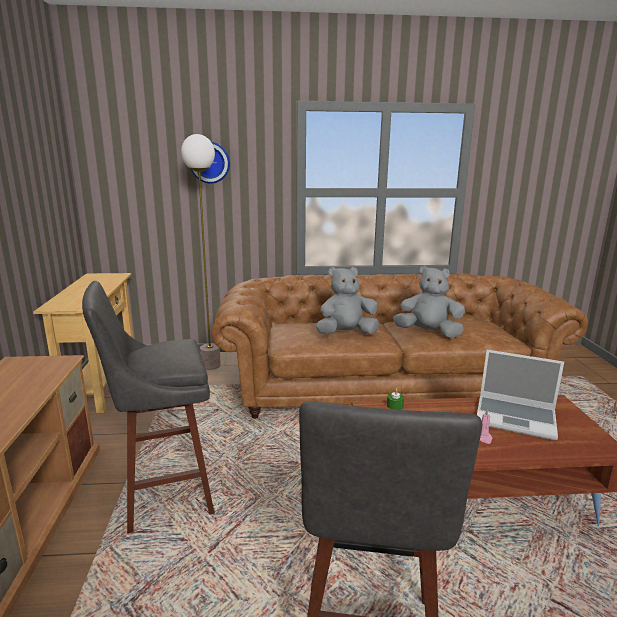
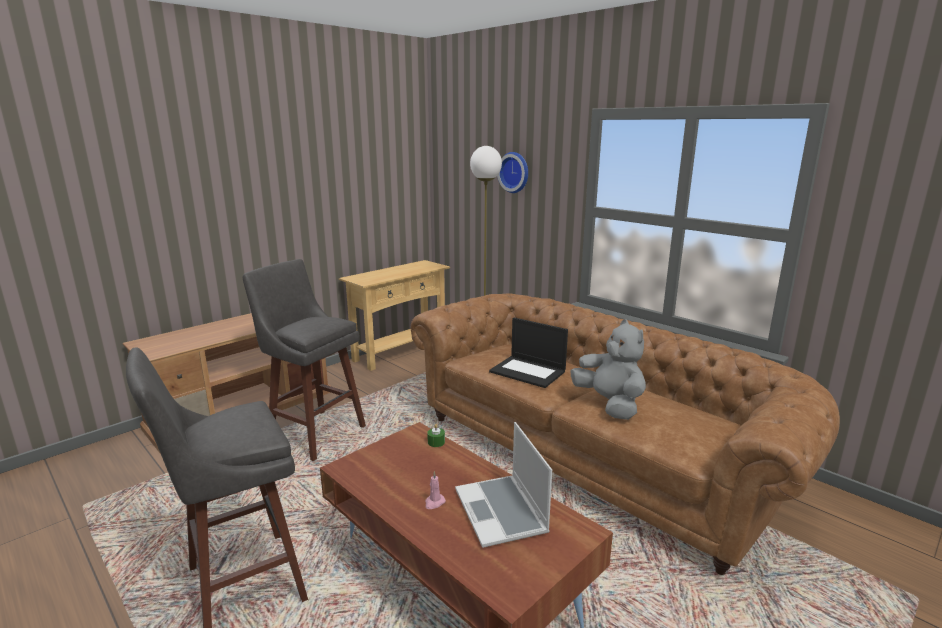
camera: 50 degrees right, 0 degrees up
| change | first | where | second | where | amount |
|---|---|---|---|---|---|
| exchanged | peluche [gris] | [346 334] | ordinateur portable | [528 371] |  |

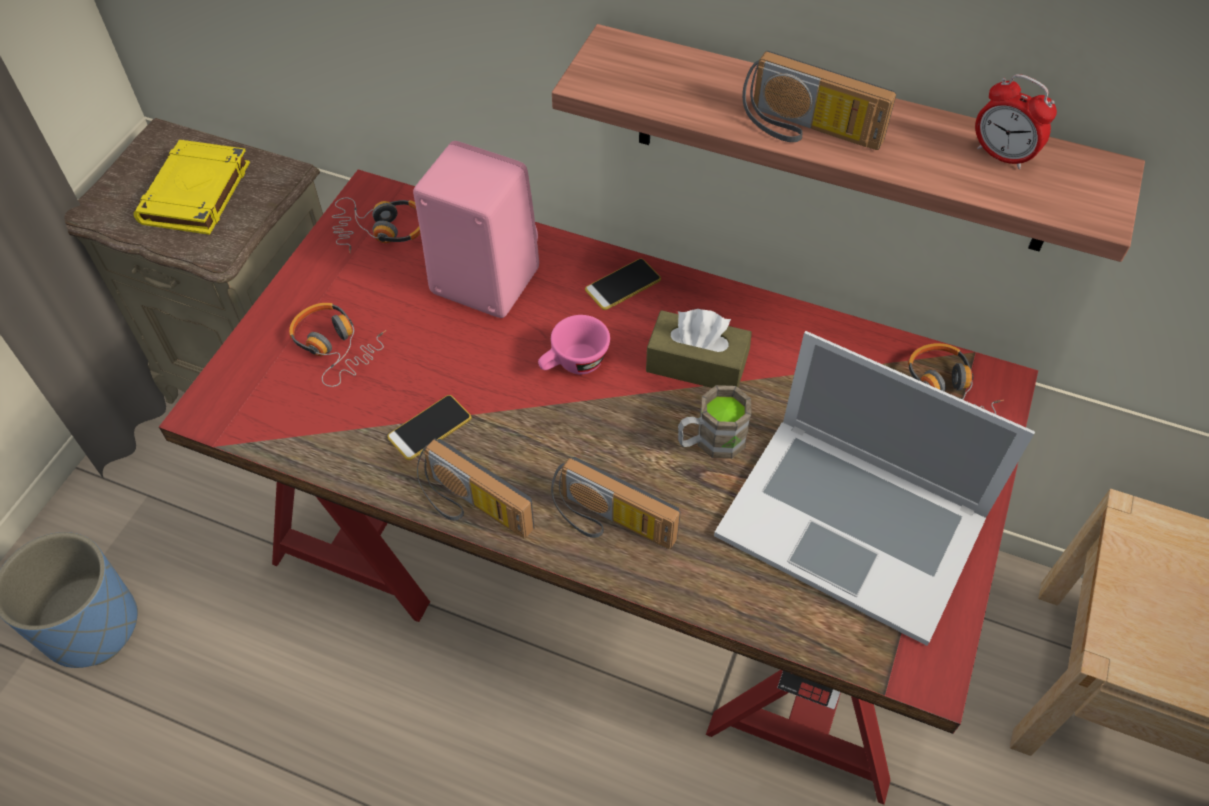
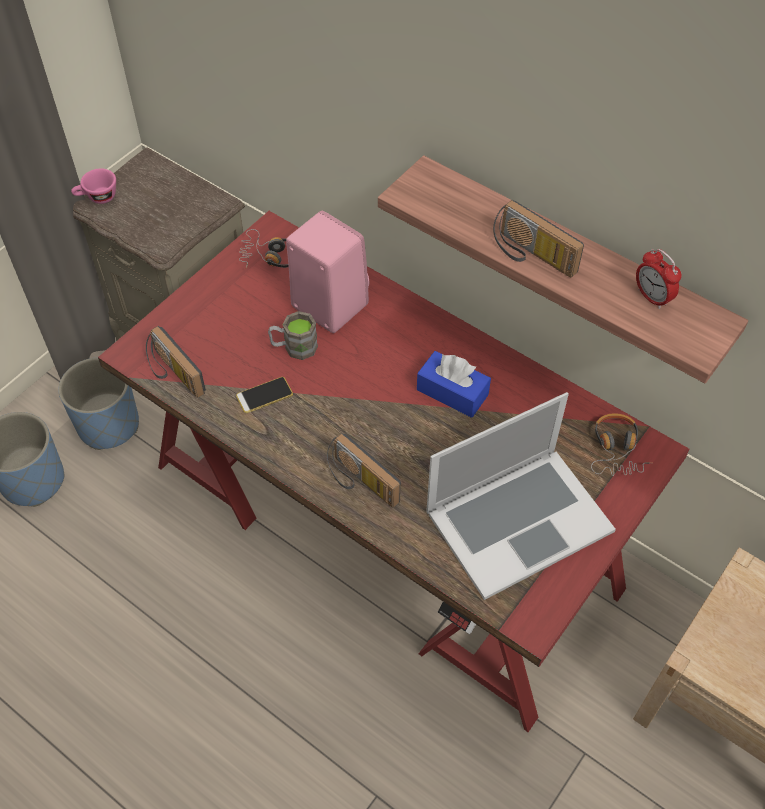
camera: 15 degrees right, 0 degrees up
| change | first | where | second | where | amount |
|---|---|---|---|---|---|
| missing | livre [jaune] | [196 194] |  |  |  |
| missing | casque audio | [336 347] |  |  |  |
| missing | téléphone | [623 285] |  |  |  |
| appeared |  |  | cache-pot [bleu] | [109 425] |  |
| relocated | radio | [471 508] |  | [172 374] |  |
| relocated | tasse [rose] | [573 364] |  | [97 198] |  |
| relocated | mug [marron] | [710 441] |  | [294 347] |  |
| colour | boîte à mouchoirs [marron] | [696 364] | boîte à mouchoirs [bleu] | [452 392] |  |
| spun | ordinateur portable | [852 524] |  | [518 520] | 75 degrees counterclockwise |

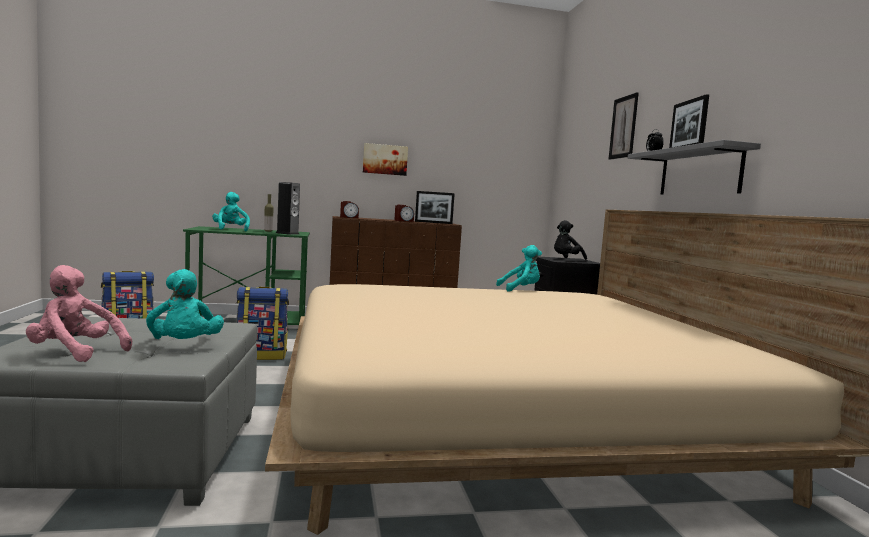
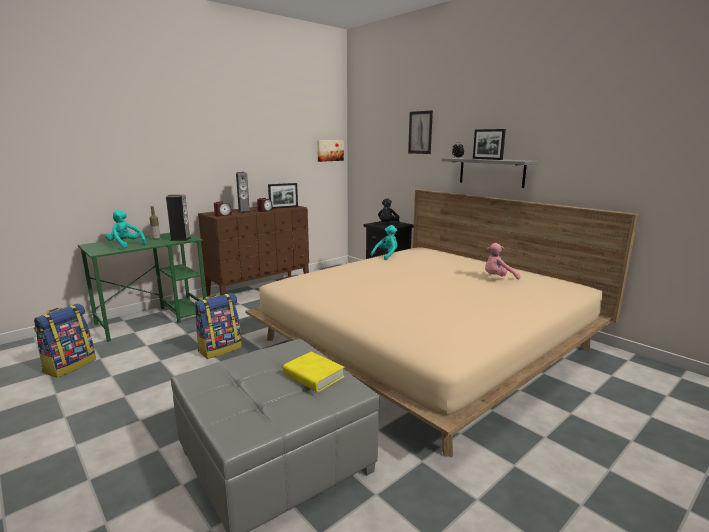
camera: 30 degrees left, 10 degrees up
| change | first | where | second | where | amount |
|---|---|---|---|---|---|
| appeared |  |  | enceinte | [244 211] |  |
| relocated | peluche [rose] | [75 353] |  | [498 278] |  |
| relocated | tableau | [385 159] |  | [329 150] |  |
| exchanged | peluche [turquoise] | [184 346] | livre [jaune] | [313 376] |  |

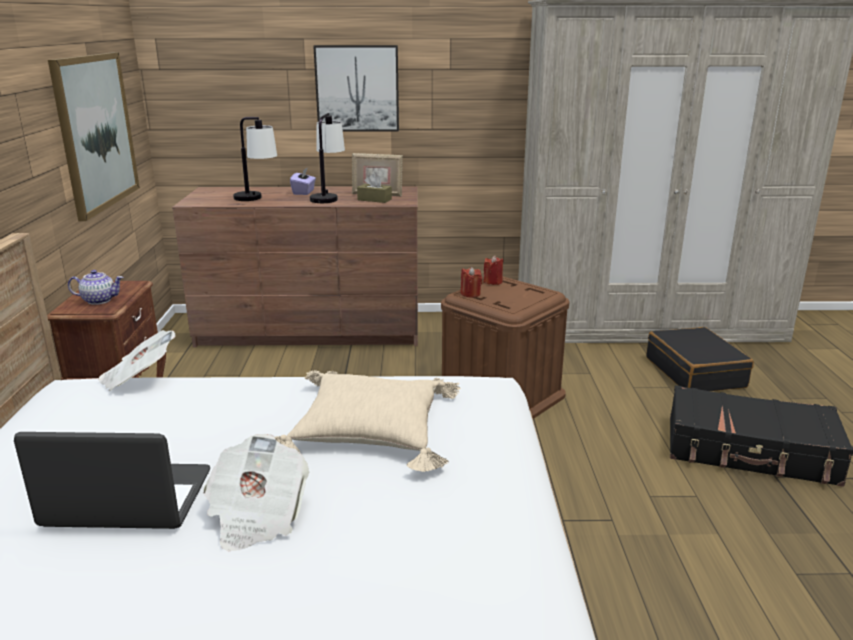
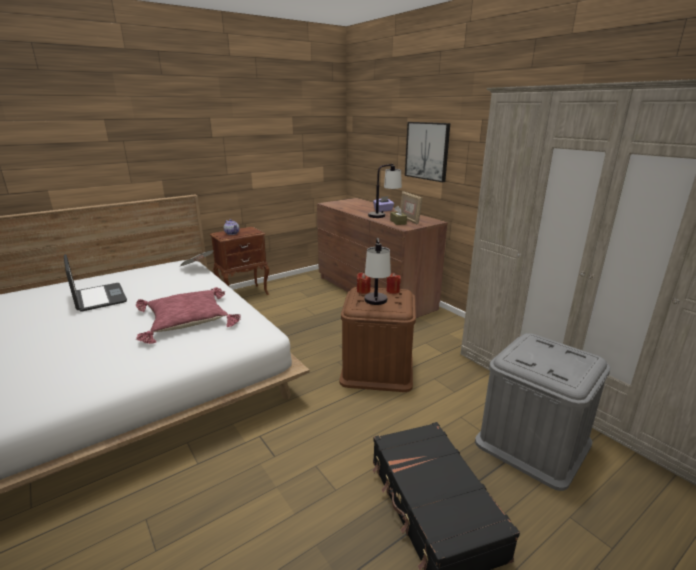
camera: 55 degrees right, 0 degrees up
| change | first | where | second | where | amount |
|---|---|---|---|---|---|
| missing | tableau | [96 132] |  |  |  |
| missing | journal | [257 515] |  |  |  |
| relocated | lampe de table | [257 200] |  | [376 305] |  |
| exchanged | valise [noir] | [695 372] | boîte de rangement [gris] | [532 442] |  |
| colour | coussin [beige] | [369 425] | coussin [rouge] | [186 318] |  |

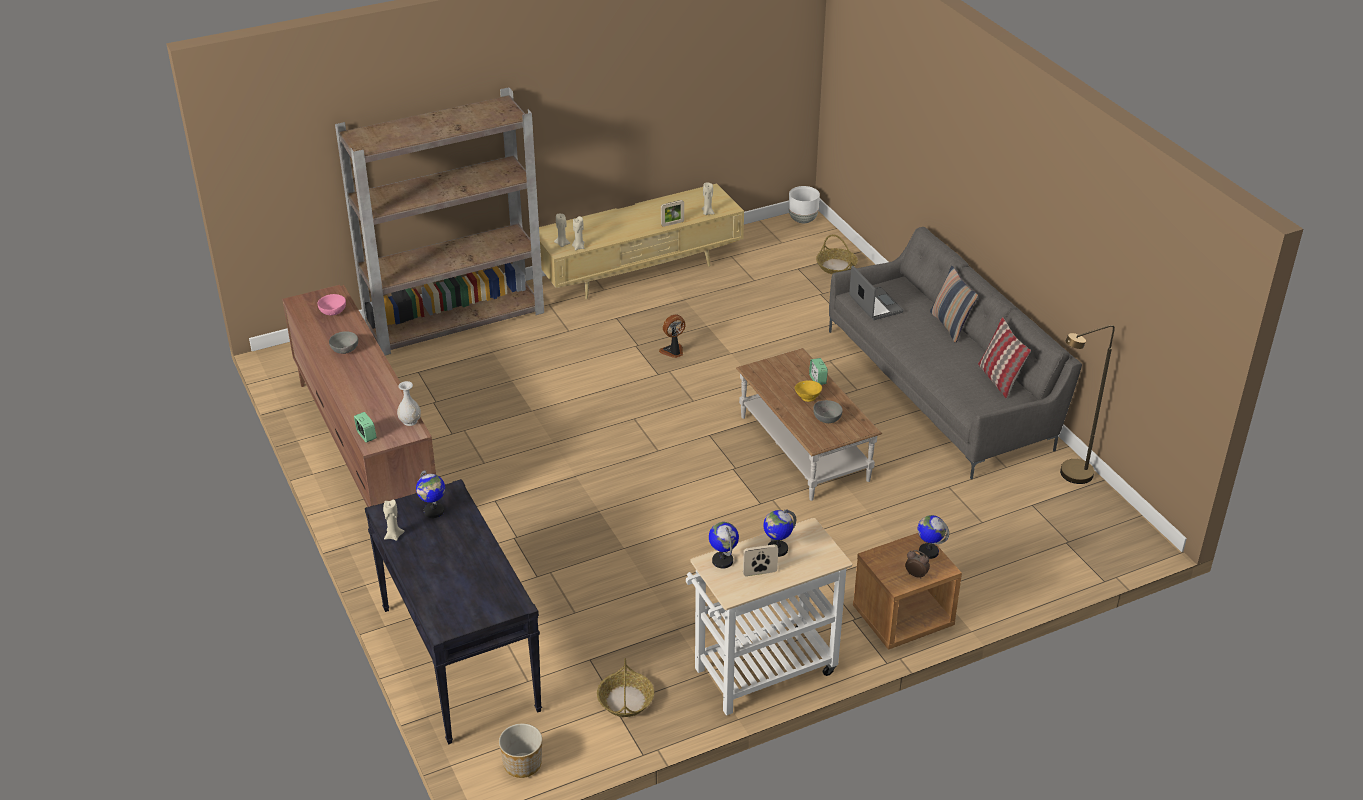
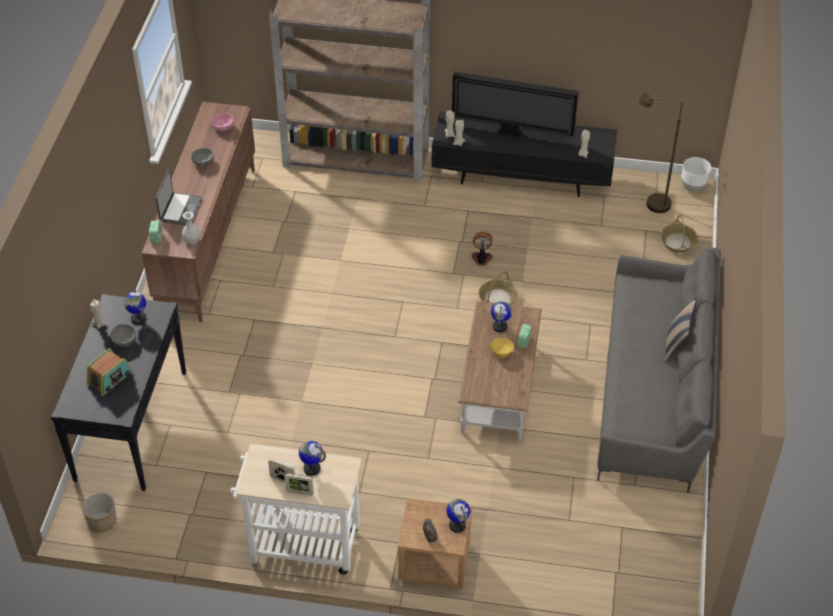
camera: 35 degrees right, 10 degrees up
| change | first | where | second | where | amount |
|---|---|---|---|---|---|
| missing | coussin | [999 379] |  |  |  |
| appeared |  |  | radio | [110 378] |  |
| appeared |  |  | téléviseur | [511 134] |  |
| relocated | panier | [625 700] |  | [497 298] |  |
| relocated | cadre photo | [672 223] |  | [300 492] |  |
| relocated | globe | [722 561] |  | [500 326] |  |
| relocated | bol [gris] | [827 418] |  | [125 341] |  |
| relocated | ordinateur portable | [874 305] |  | [180 209] |  |
| relocated | lampadaire [marron] | [1069 477] |  | [651 204] |  |
| colour | meuble télé [beige] | [638 270] | meuble télé [noir] | [522 176] |  |

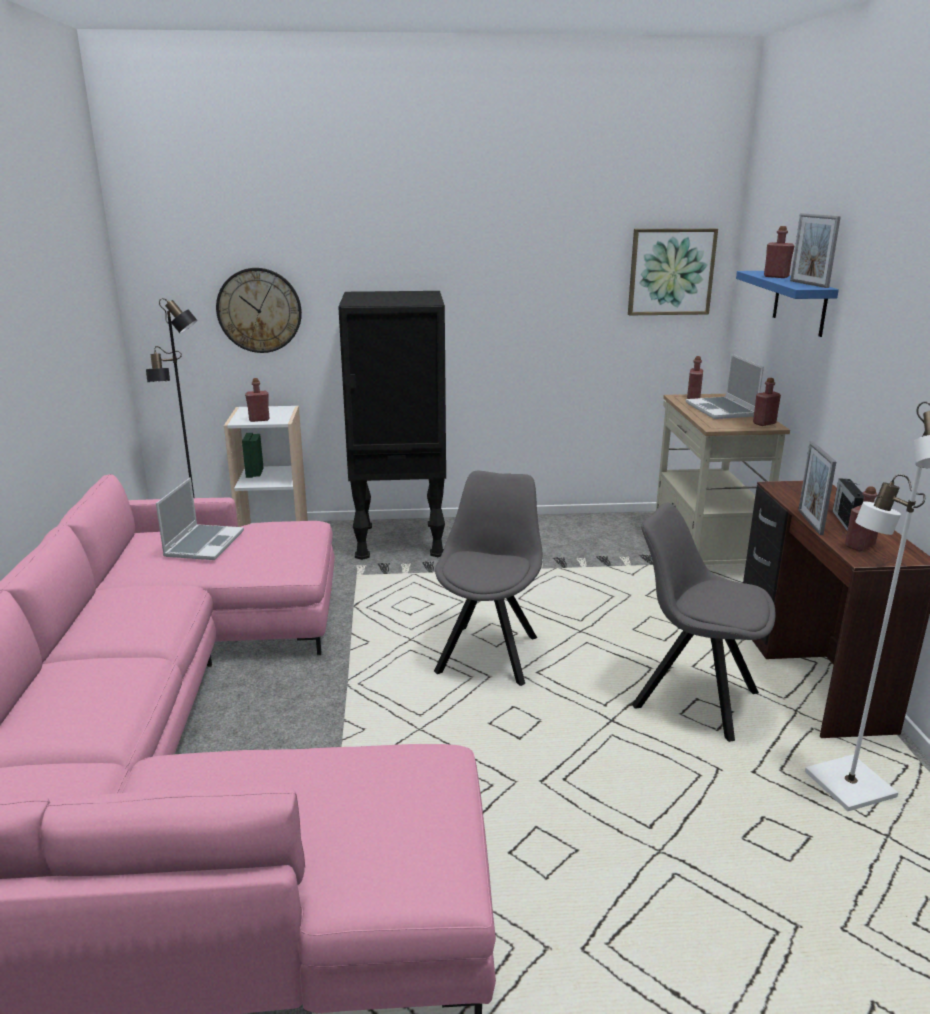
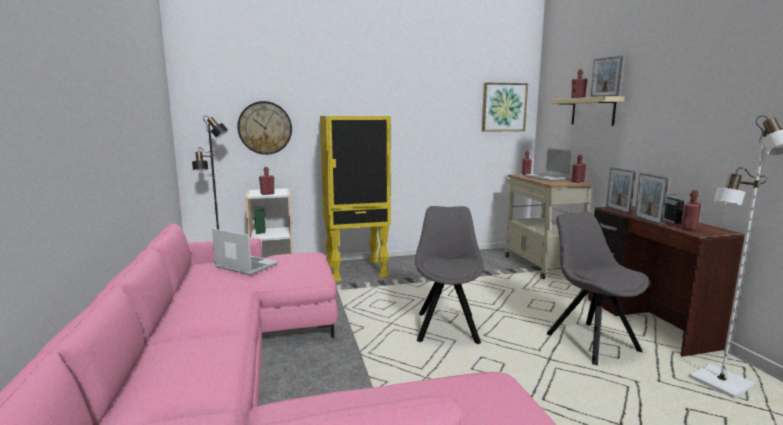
camera: 10 degrees left, 10 degrees down
| change | first | where | second | where | amount |
|---|---|---|---|---|---|
| appeared |  |  | cadre photo | [617 210] |  |
| colour | meuble de rangement [noir] | [401 540] | meuble de rangement [jaune] | [357 270] |  |
| colour | étagère [bleu] | [800 303] | étagère [beige] | [592 111] |  |
| spun | ordinateur portable | [204 543] |  | [245 266] | 60 degrees counterclockwise |
| spun | chaise [gris] | [694 700] |  | [591 342] | 45 degrees clockwise |

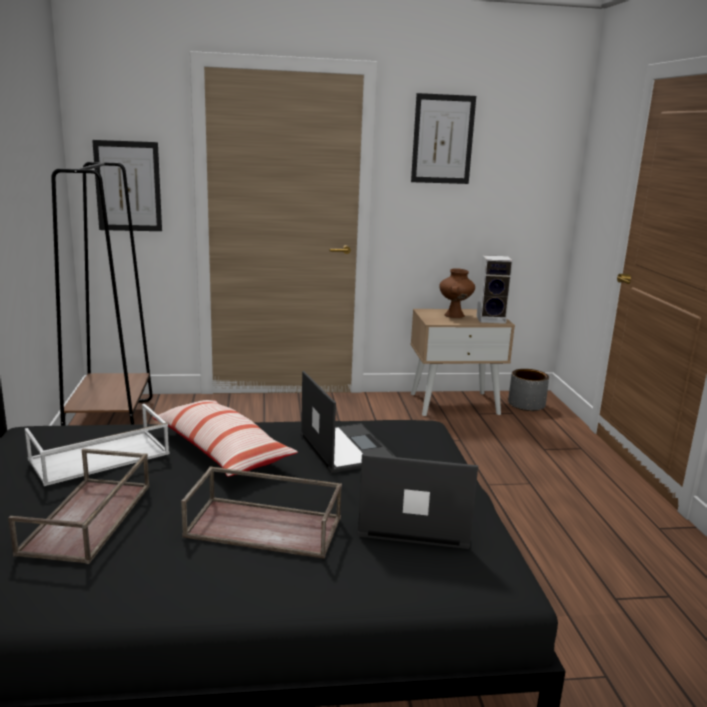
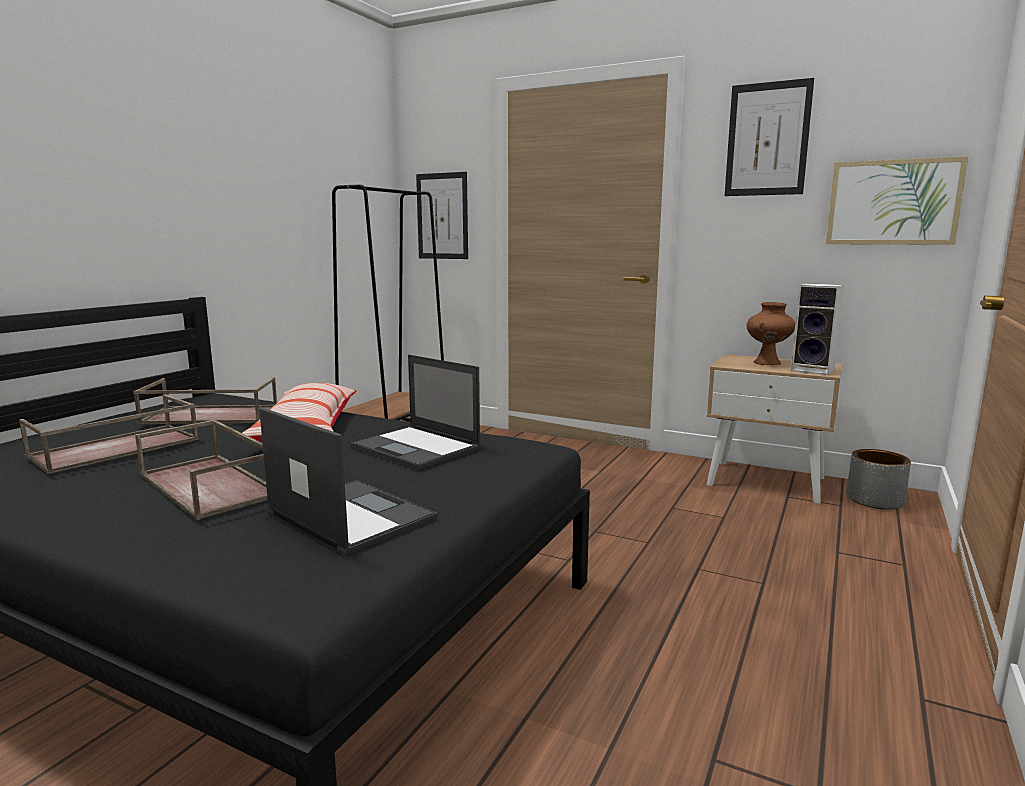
camera: 35 degrees right, 5 degrees down
| change | first | where | second | where | amount |
|---|---|---|---|---|---|
| appeared |  |  | tableau | [892 202] |  |
| colour | plateau [blanc] | [98 458] | plateau [marron] | [209 416] |  |
| spun | ordinateur portable | [346 448] |  | [417 448] | 120 degrees clockwise |

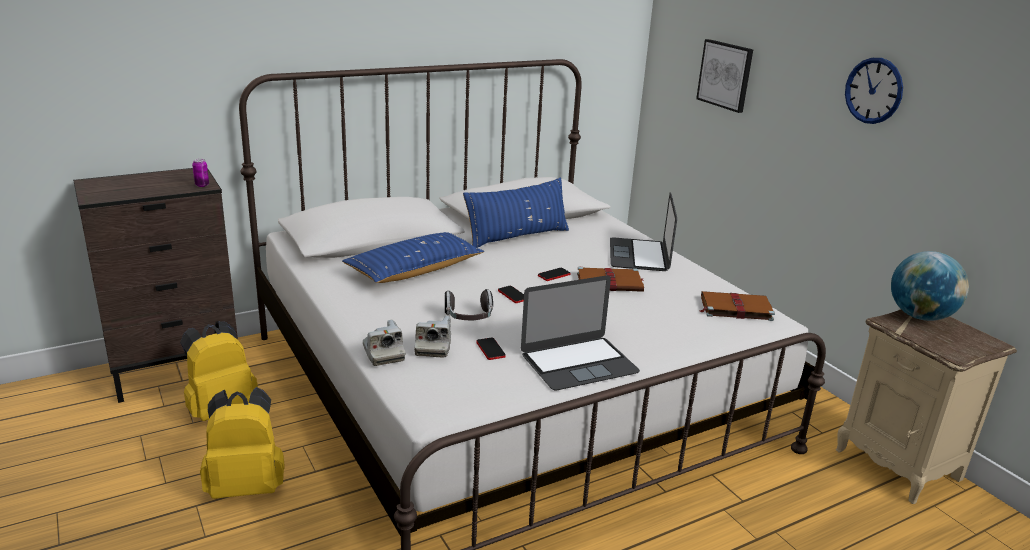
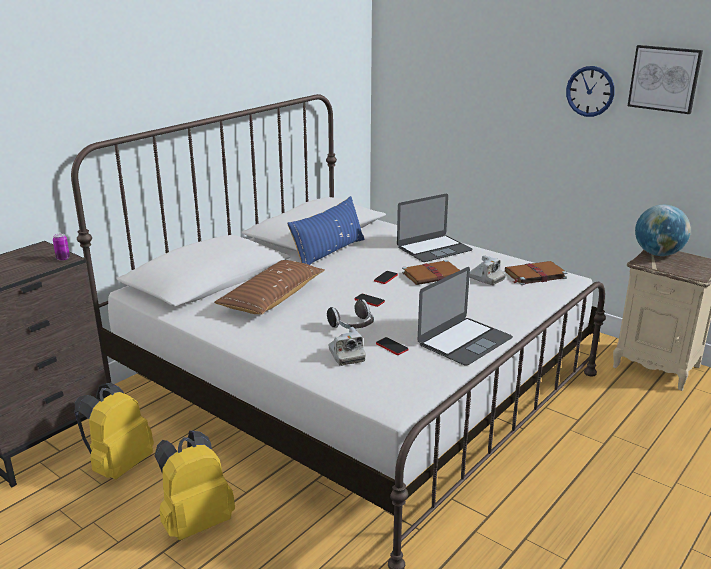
camera: 20 degrees left, 0 degrees up
| change | first | where | second | where | amount |
|---|---|---|---|---|---|
| relocated | appareil photo | [383 353] |  | [486 278] |  |
| relocated | tableau | [725 75] |  | [664 78] |  |
| colour | coussin [bleu] | [414 270] | coussin [marron] | [272 298] |  |
| spun | ordinateur portable | [639 255] |  | [434 249] | 105 degrees counterclockwise |

